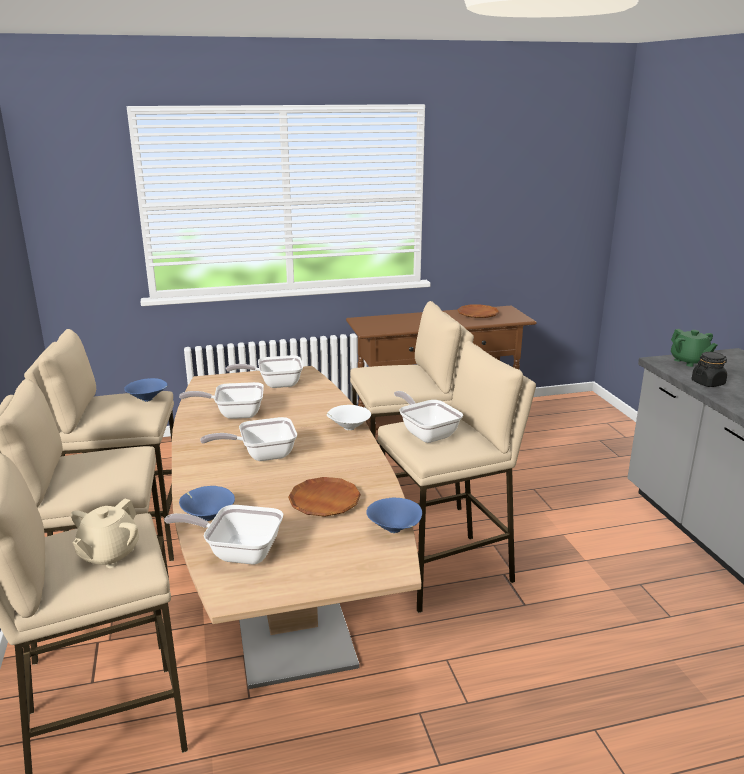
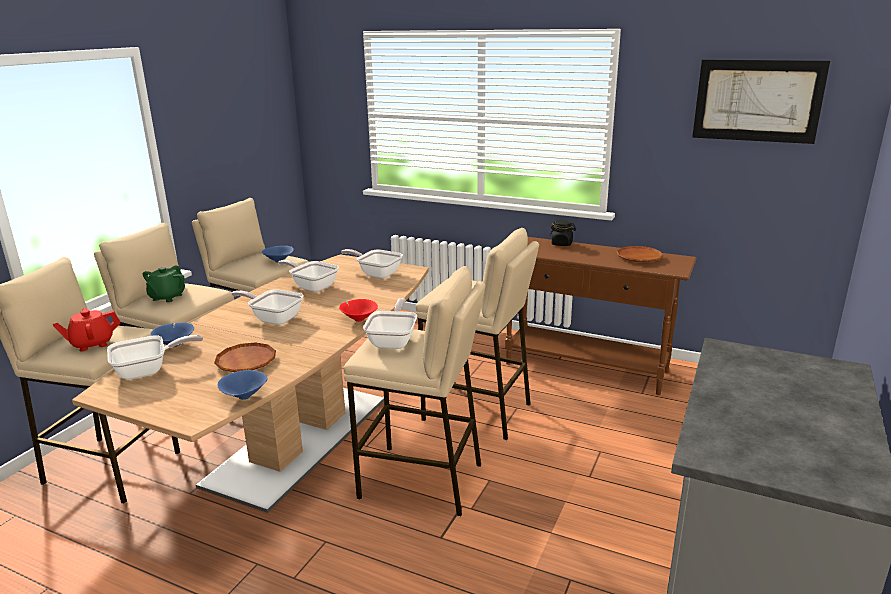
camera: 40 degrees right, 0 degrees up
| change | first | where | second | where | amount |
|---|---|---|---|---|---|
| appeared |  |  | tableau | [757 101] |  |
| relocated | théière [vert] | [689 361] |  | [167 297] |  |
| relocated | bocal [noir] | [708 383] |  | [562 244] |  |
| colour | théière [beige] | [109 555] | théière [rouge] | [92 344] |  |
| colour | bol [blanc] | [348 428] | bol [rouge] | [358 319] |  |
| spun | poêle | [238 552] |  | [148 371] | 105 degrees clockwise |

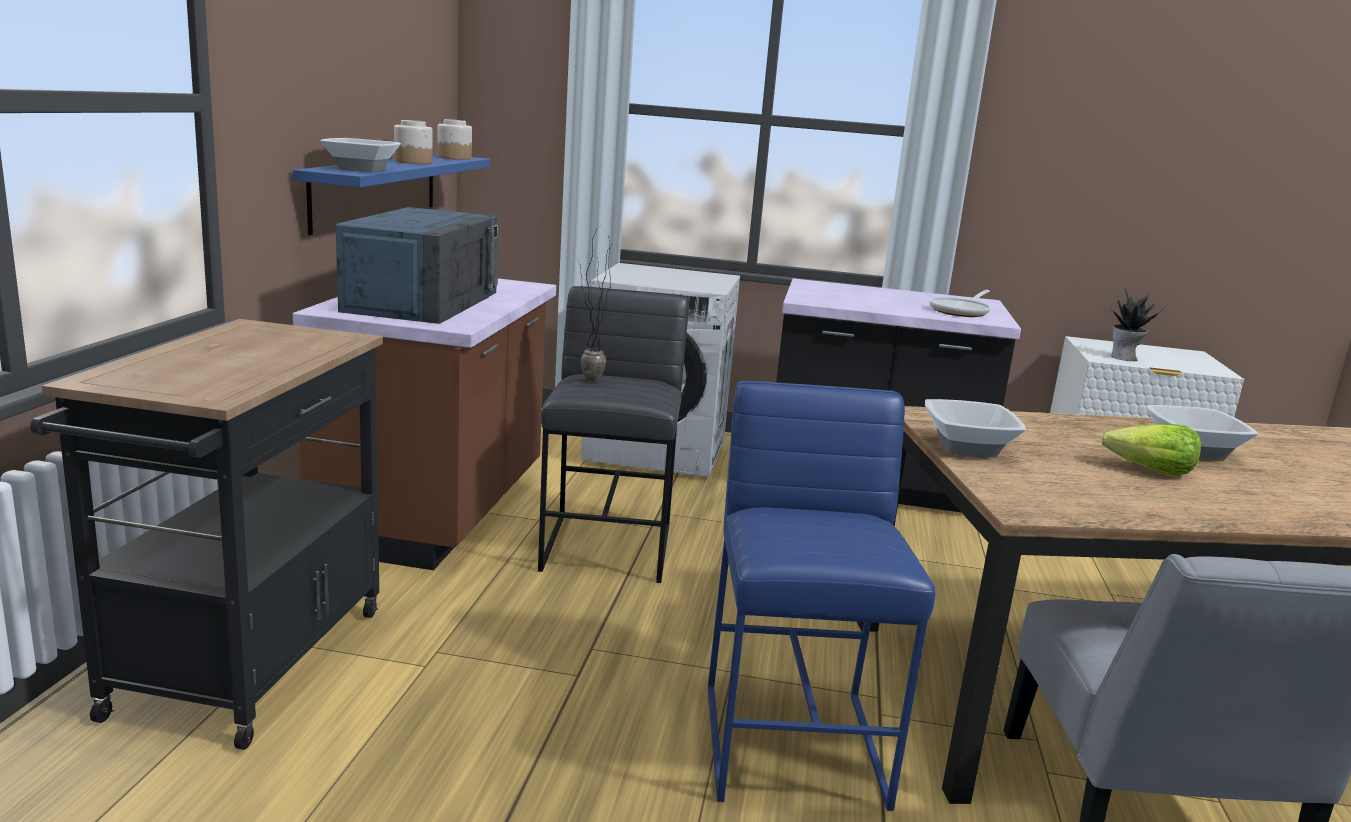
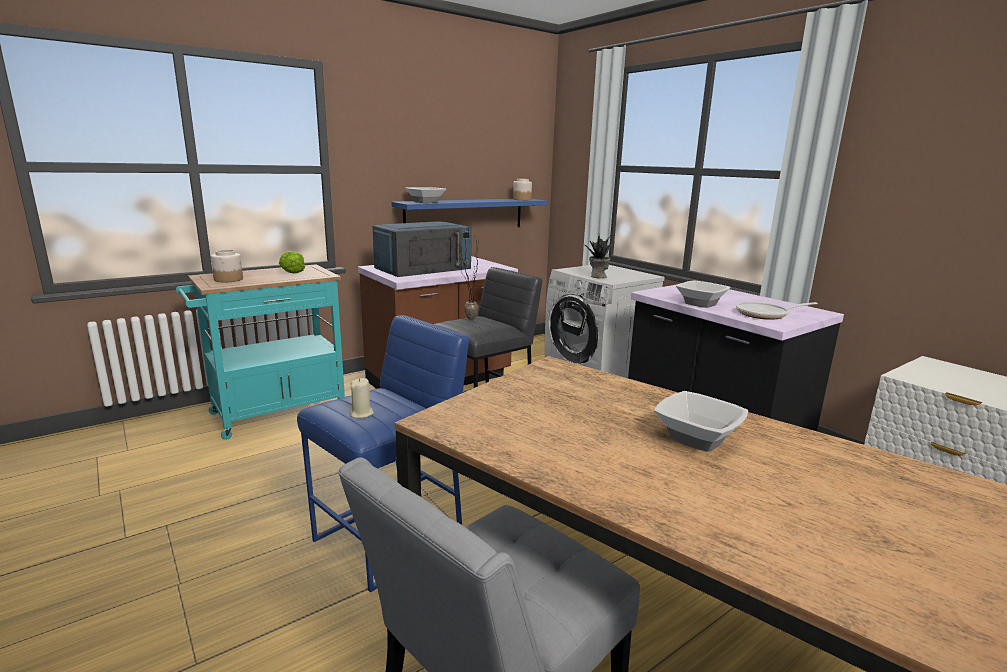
camera: 45 degrees right, 0 degrees up
| change | first | where | second | where | amount |
|---|---|---|---|---|---|
| appeared |  |  | bougie [beige] | [361 414] |  |
| relocated | bocal | [413 162] |  | [229 279] |  |
| relocated | bol | [966 448] |  | [699 303] |  |
| relocated | laitue | [1150 471] |  | [291 271] |  |
| relocated | plante en pot | [1124 358] |  | [598 277] |  |
| colour | chariot [noir] | [245 667] | chariot [turquoise] | [274 413] |  |

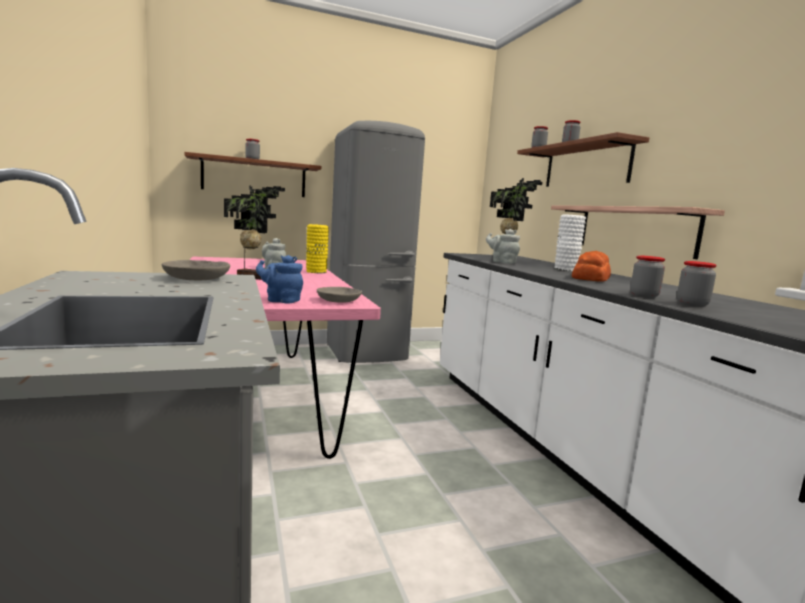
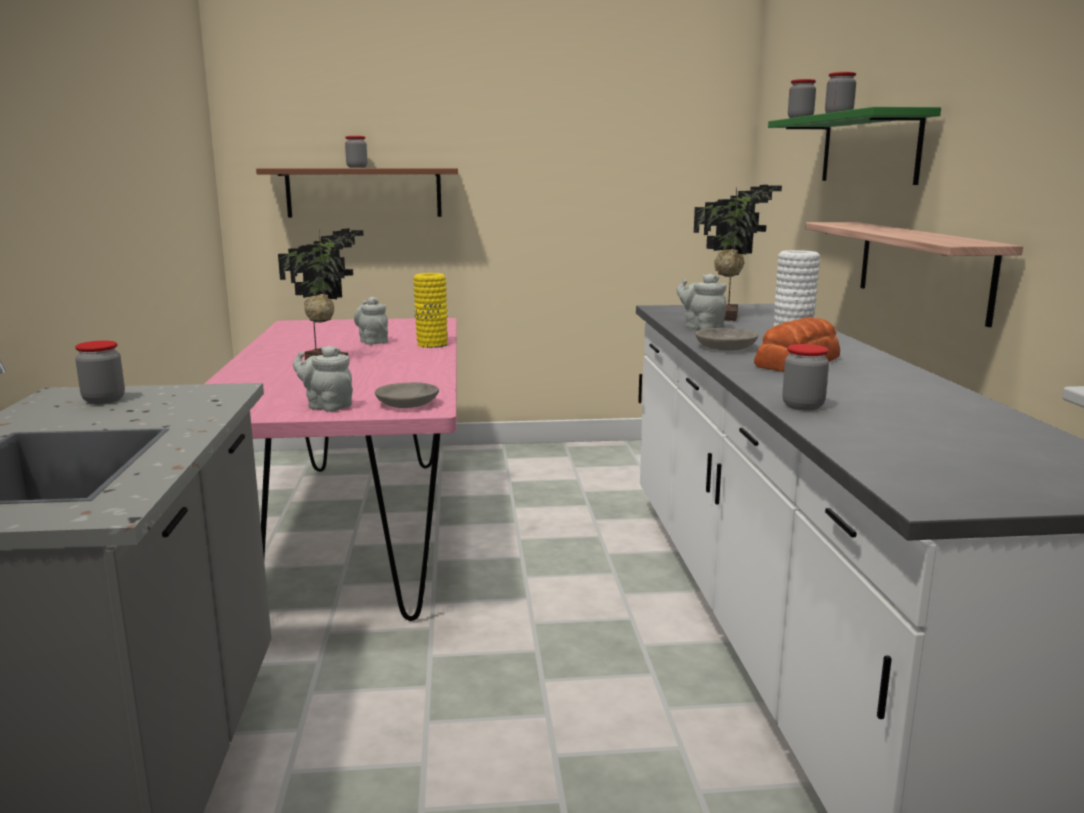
camera: 15 degrees right, 5 degrees up
| change | first | where | second | where | amount |
|---|---|---|---|---|---|
| missing | réfrigérateur [gris] | [368 353] |  |  |  |
| relocated | bol [gris] | [198 278] |  | [726 347] |  |
| relocated | bocal | [692 304] |  | [104 400] |  |
| colour | théière [bleu] | [281 300] | théière [gris] | [326 406] |  |
| colour | étagère [marron] | [586 165] | étagère [vert] | [869 149] |  |

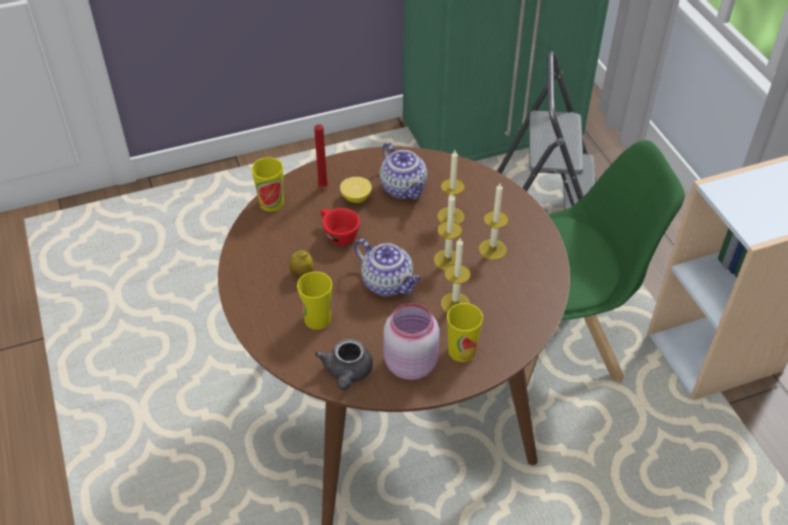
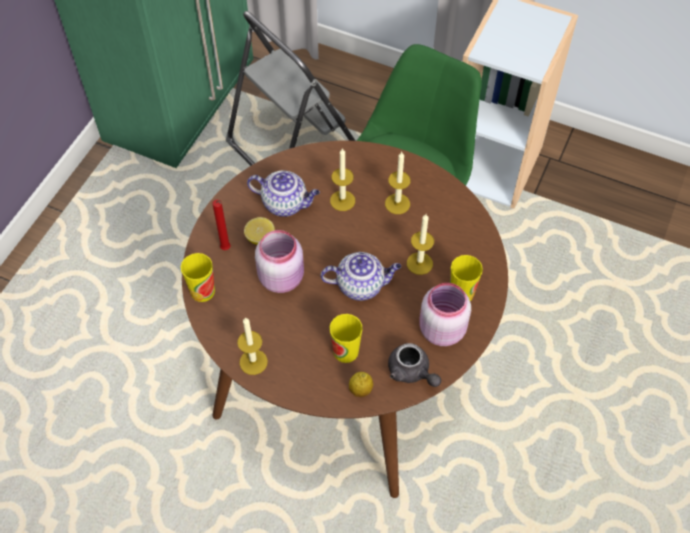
camera: 45 degrees left, 10 degrees up
| change | first | where | second | where | amount |
|---|---|---|---|---|---|
| relocated | citron | [302 273] |  | [360 390] |  |
| relocated | bougie | [447 260] |  | [253 362] |  |
| exchanged | tasse [rouge] | [337 234] | bocal [rose] | [282 277] |  |

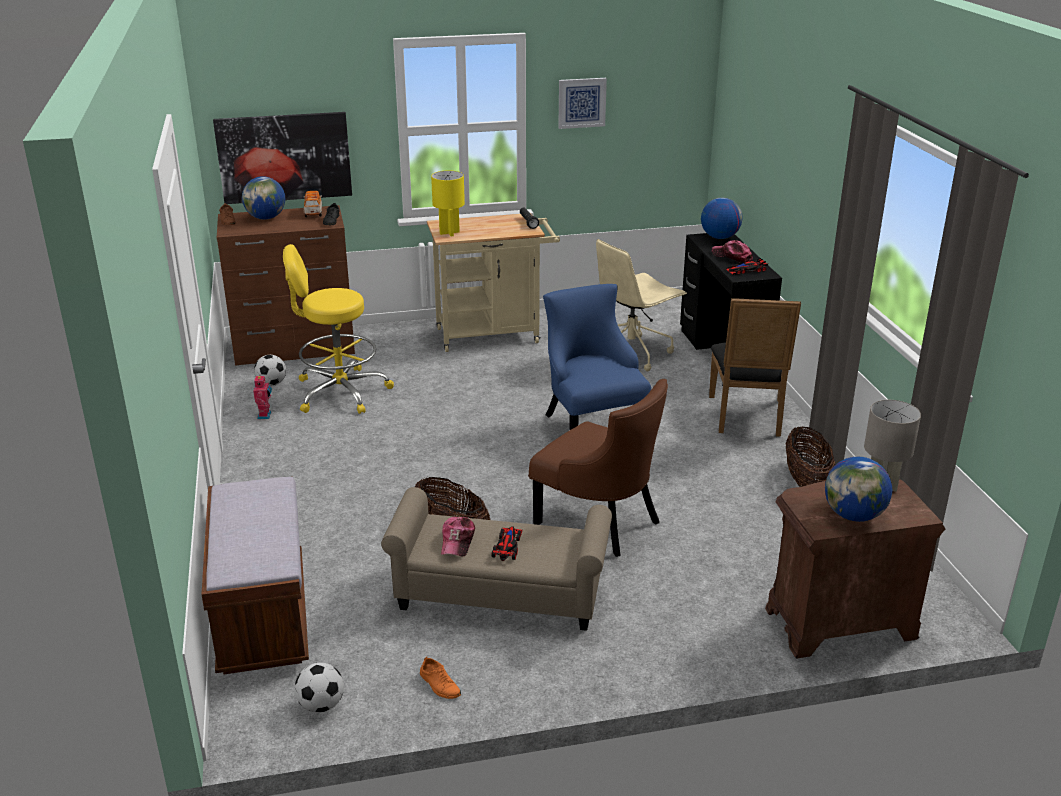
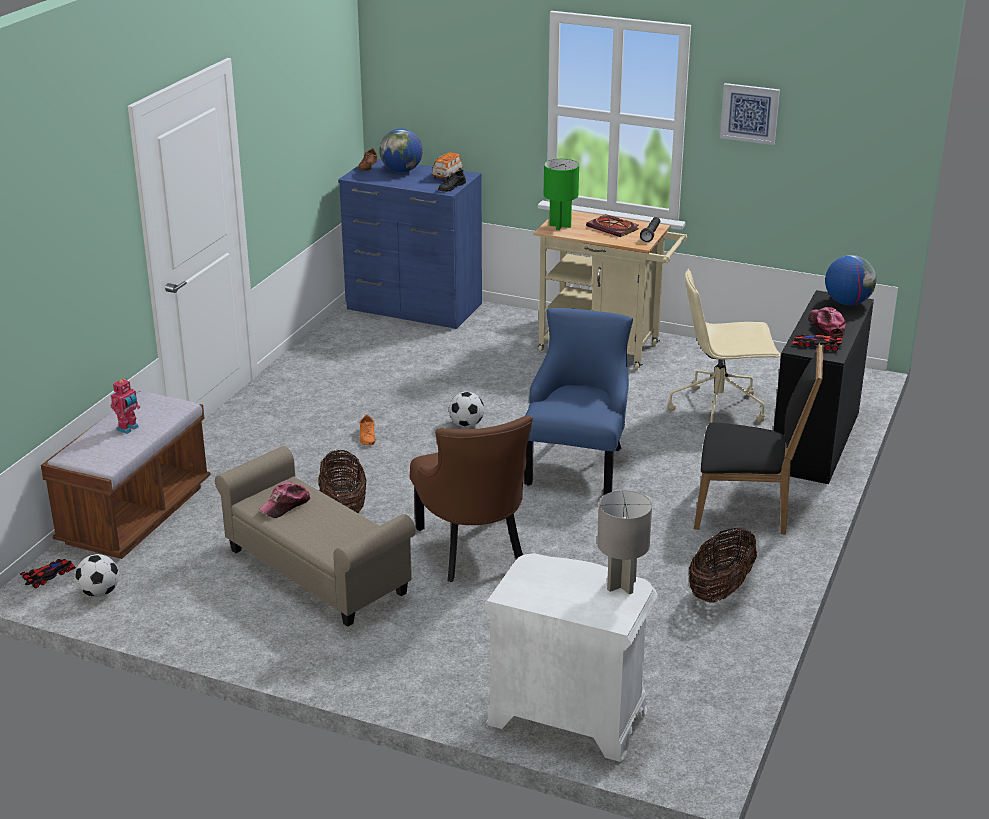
camera: 35 degrees right, 0 degrees up
| change | first | where | second | where | amount |
|---|---|---|---|---|---|
| missing | tableau | [284 157] |  |  |  |
| missing | tabouret [jaune] | [339 392] |  |  |  |
| missing | globe | [854 515] |  |  |  |
| appeared |  |  | livre | [614 228] |  |
| relocated | robot jouet | [265 415] |  | [128 428] |  |
| relocated | ballon de foot | [271 384] |  | [466 424] |  |
| relocated | chaussure [orange] | [439 685] |  | [367 436] |  |
| relocated | petite voiture | [507 545] |  | [49 575] |  |
| colour | commode [marron] | [295 347] | commode [bleu] | [414 308] |  |
| colour | lampe de table [jaune] | [449 233] | lampe de table [vert] | [560 226] |  |
| colour | table de chevet [marron] | [835 619] | table de chevet [blanc] | [568 712] |  |
| spun | chaise [noir] | [747 418] |  | [748 511] | 120 degrees counterclockwise |

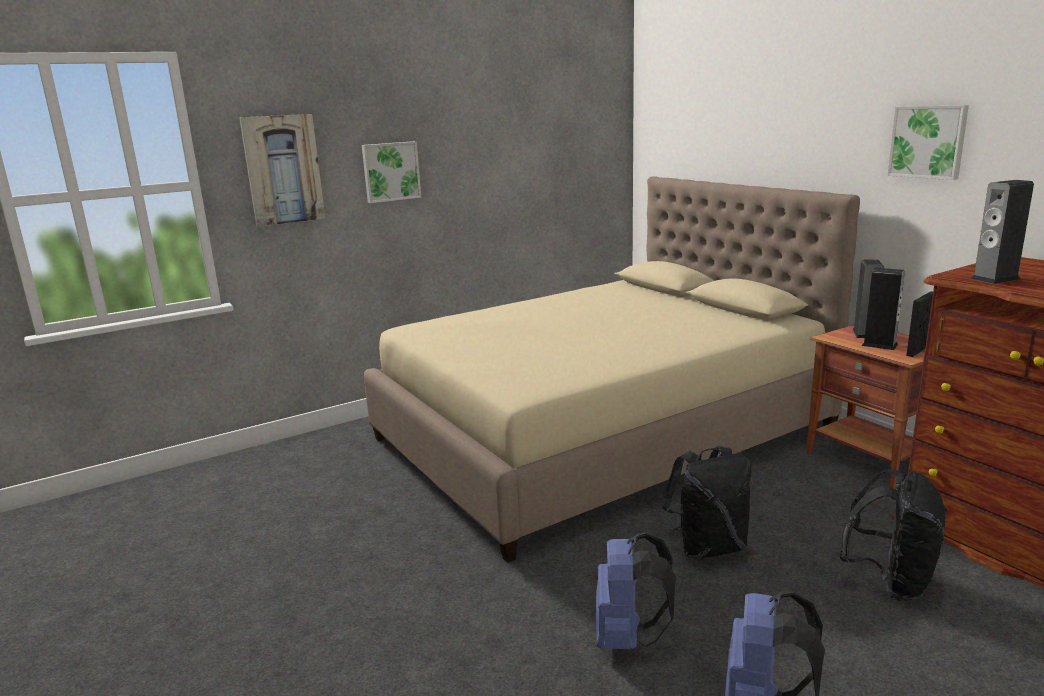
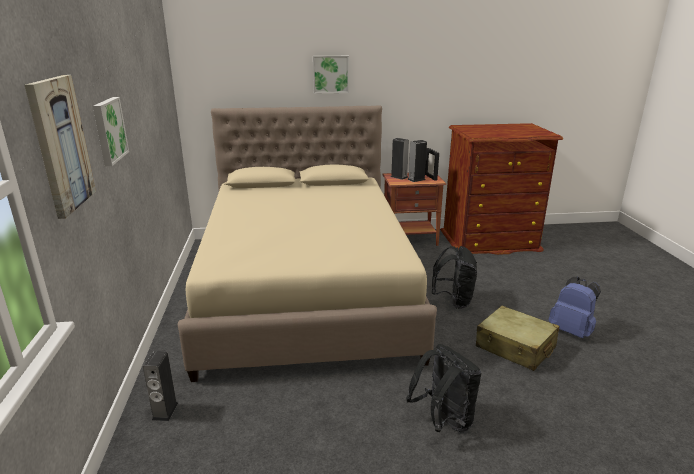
camera: 65 degrees left, 5 degrees up
| change | first | where | second | where | amount |
|---|---|---|---|---|---|
| relocated | sac à dos [noir] | [890 581] |  | [443 421] |  |
| relocated | tableau | [928 141] |  | [330 74] |  |
| relocated | enceinte | [995 279] |  | [165 411] |  |
| exchanged | sac à dos [bleu] | [627 637] | valise [beige] | [515 347] |  |

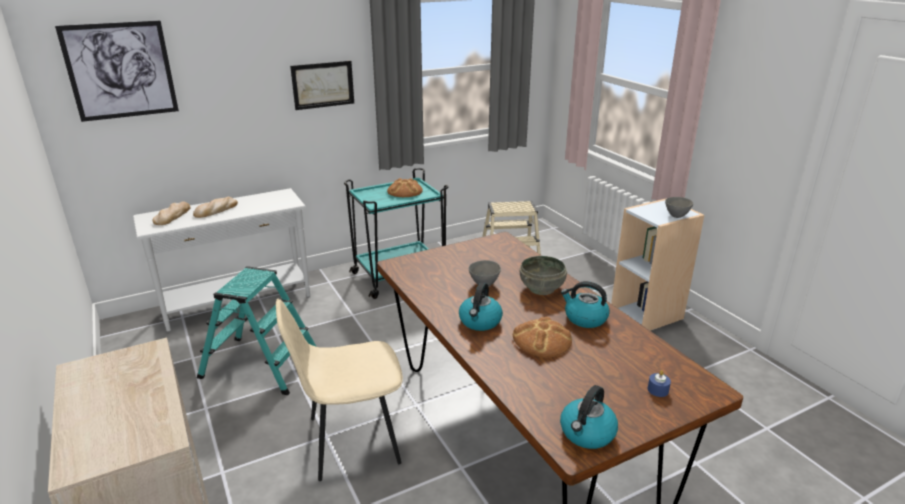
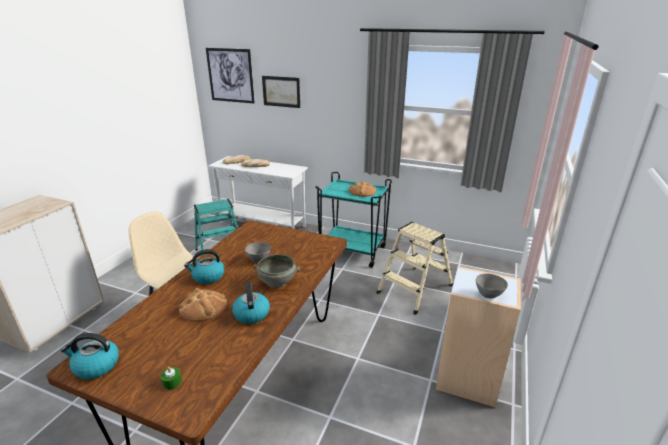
camera: 50 degrees right, 0 degrees up
| change | first | where | second | where | amount |
|---|---|---|---|---|---|
| relocated | tableau | [323 85] |  | [281 91] |  |
| colour | bougie [bleu] | [658 390] | bougie [vert] | [172 382] |  |

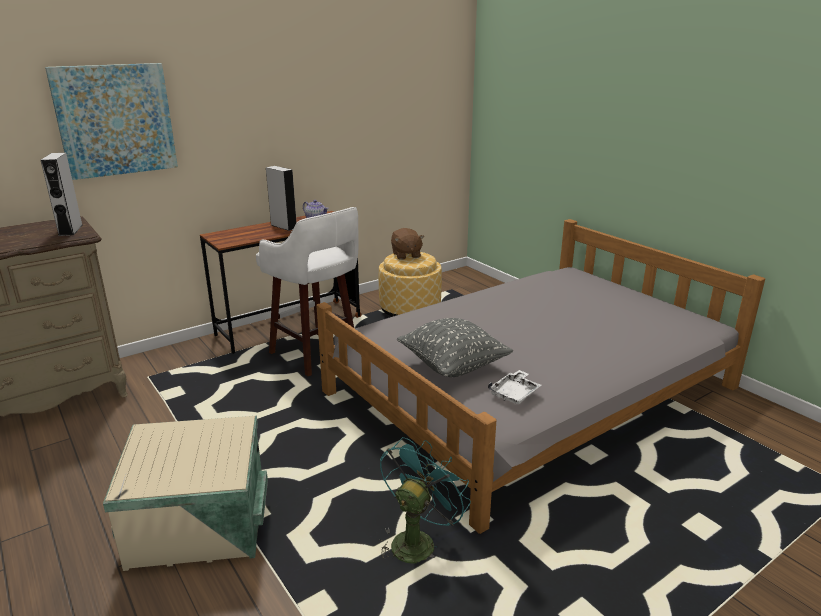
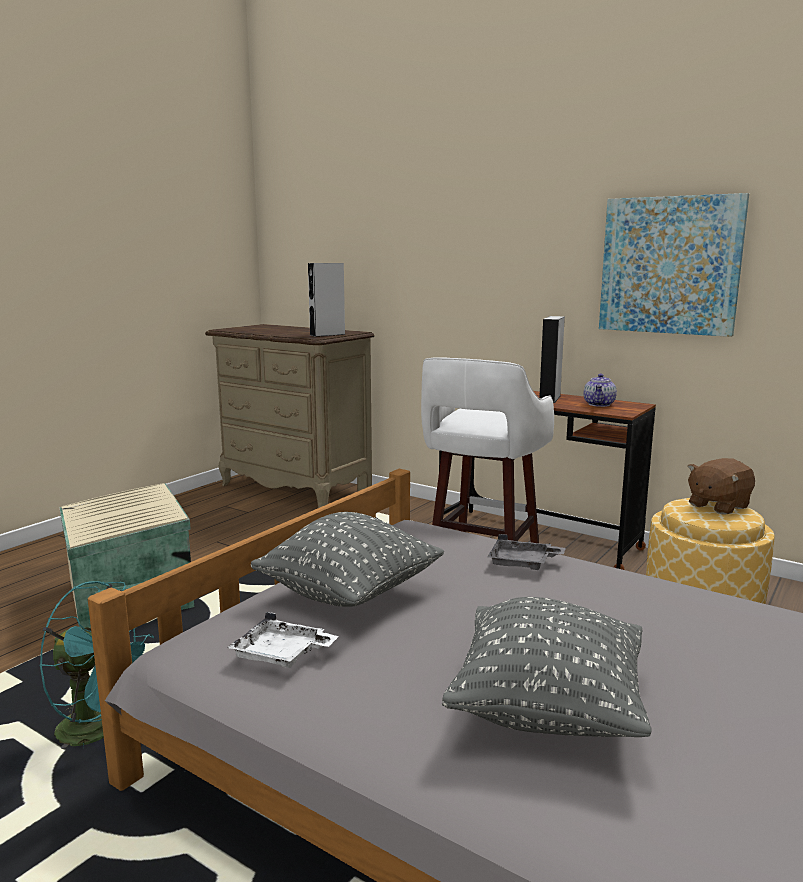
camera: 70 degrees right, 10 degrees down
| change | first | where | second | where | amount |
|---|---|---|---|---|---|
| appeared |  |  | coussin [gris] | [547 709] |  |
| appeared |  |  | plateau [gris] | [523 563] |  |
| relocated | tableau | [115 120] |  | [670 265] |  |

